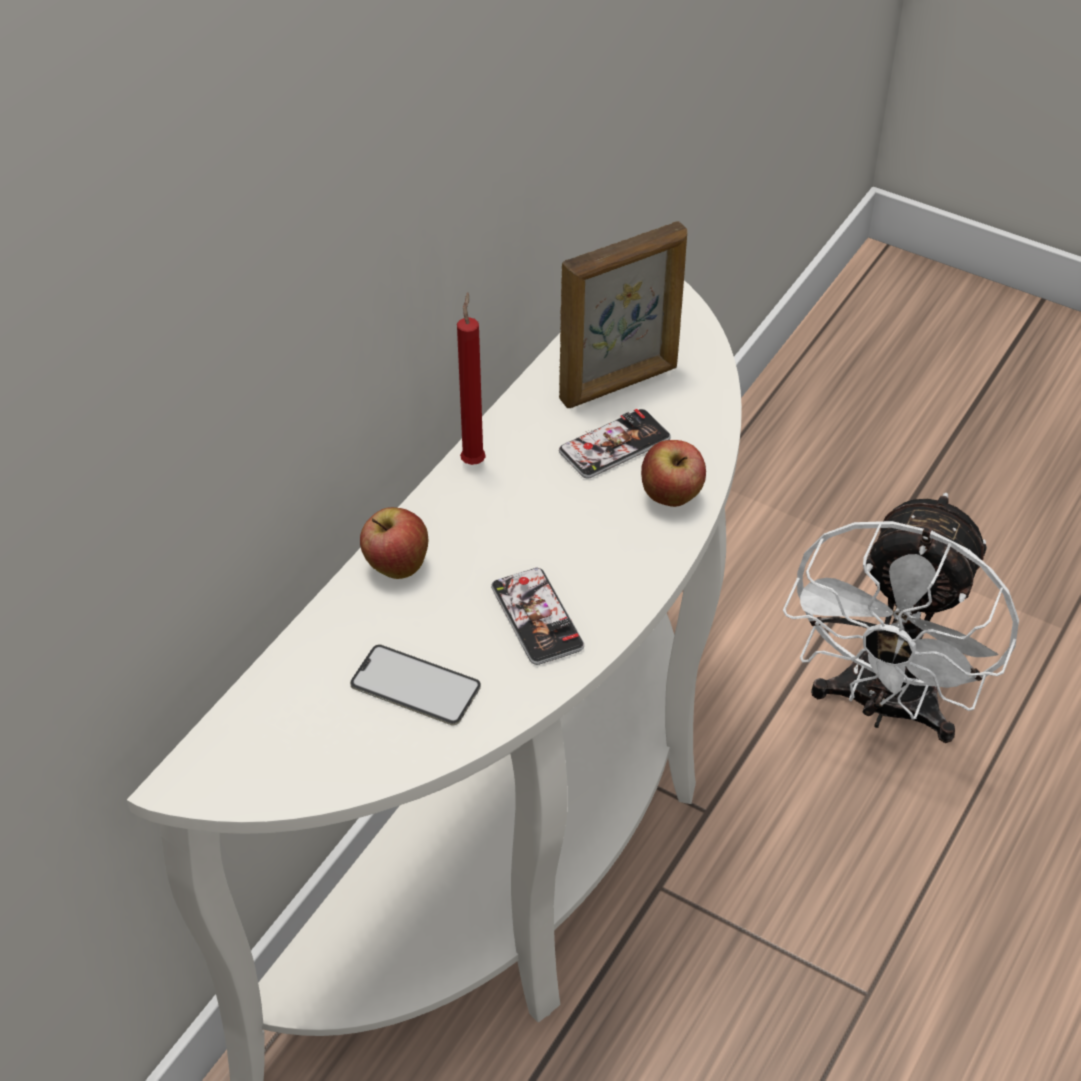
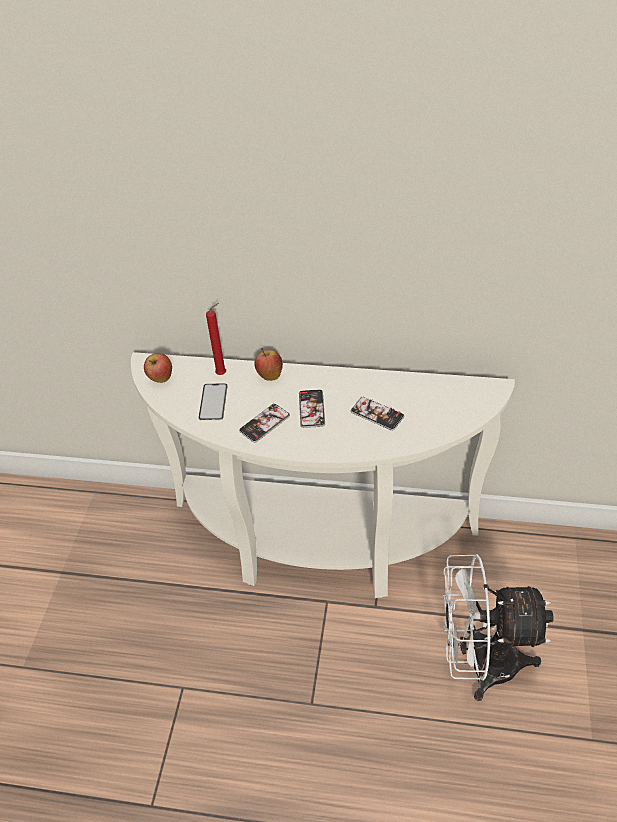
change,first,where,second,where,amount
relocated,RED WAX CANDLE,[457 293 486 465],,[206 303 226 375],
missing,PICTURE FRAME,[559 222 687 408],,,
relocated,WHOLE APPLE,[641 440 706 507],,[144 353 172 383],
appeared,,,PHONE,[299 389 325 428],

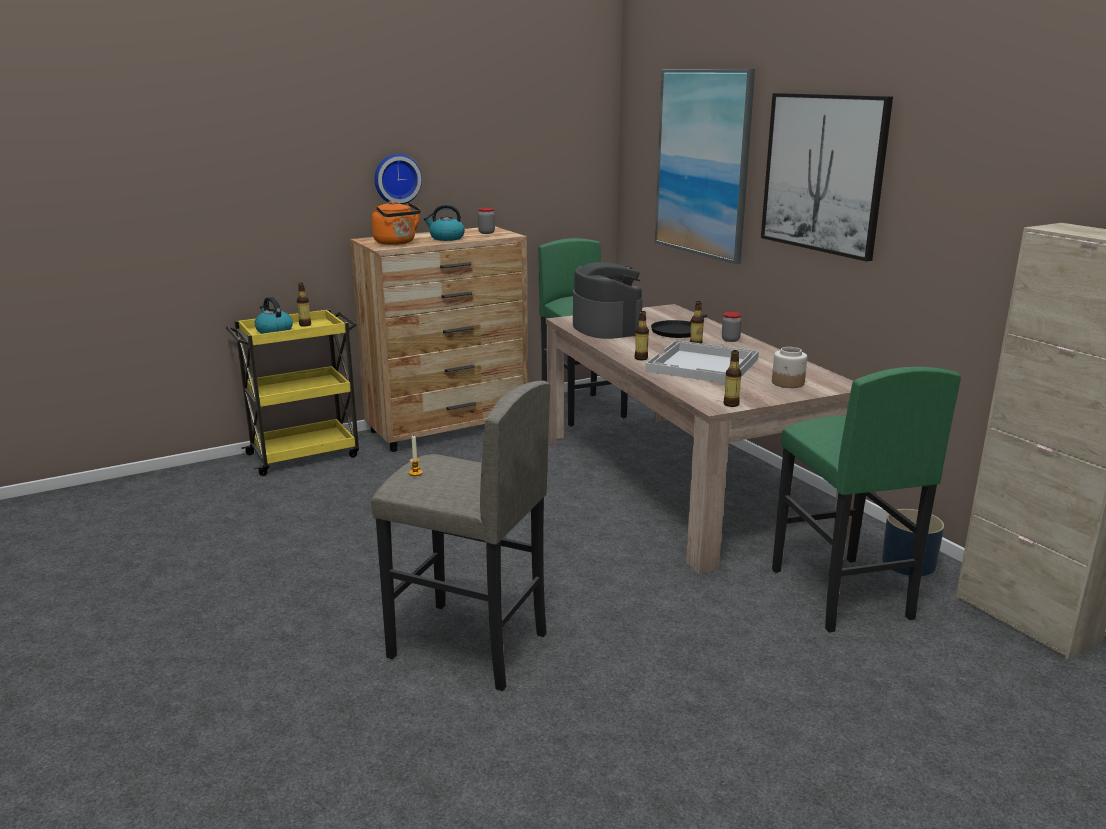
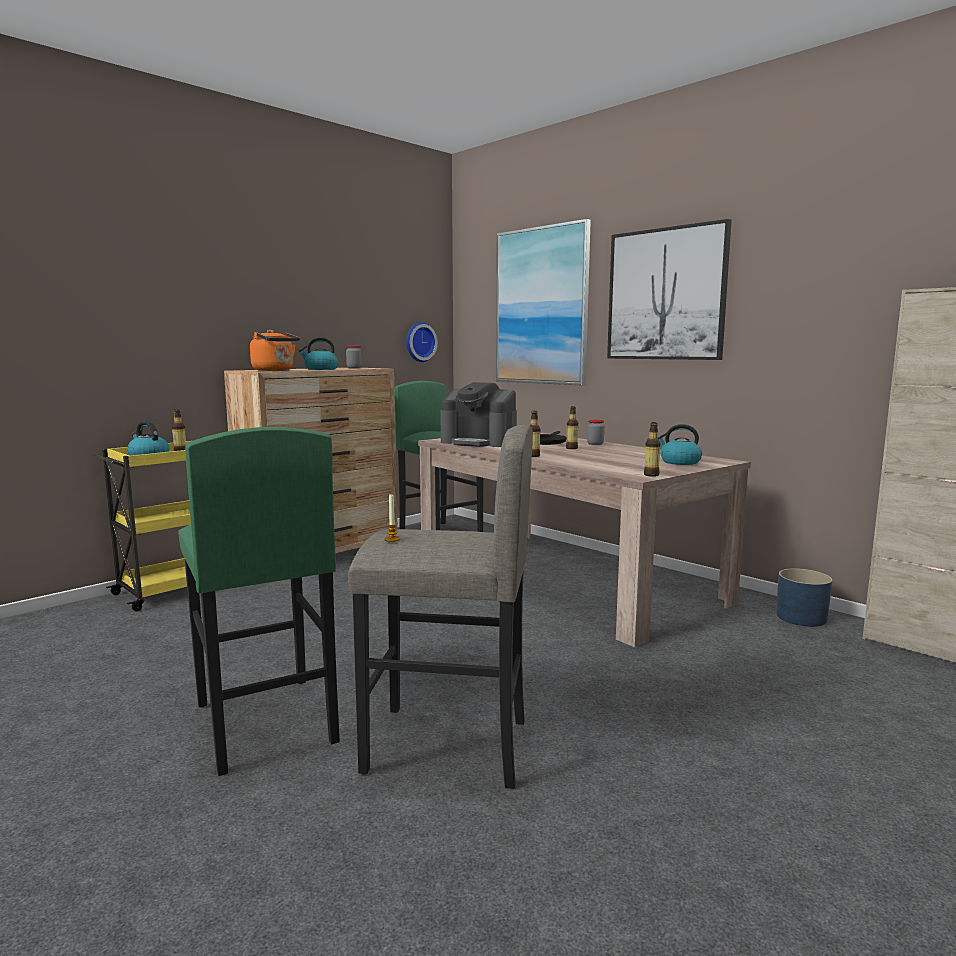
change,first,where,second,where,amount
relocated,WALL CLOCK,[374 154 422 204],,[406 322 438 362],
spun,COFFEE MAKER,[573 262 643 339],,[440 382 517 447],150 degrees clockwise
missing,WHITE TRAY,[645 340 759 383],,,
exchanged,STORAGE JAR,[772 347 807 388],TEA KETTLE,[658 424 702 465],
relocated,GREENISH STOOL SEAT,[772 367 961 632],,[178 427 340 776],

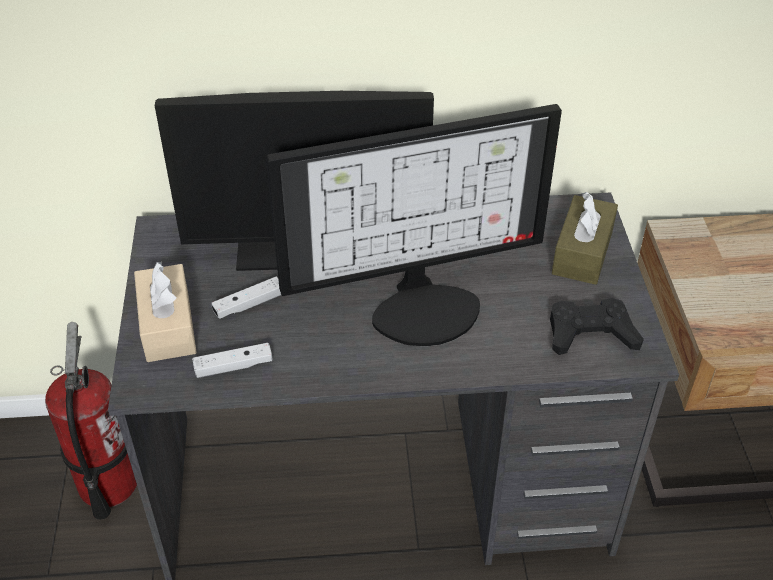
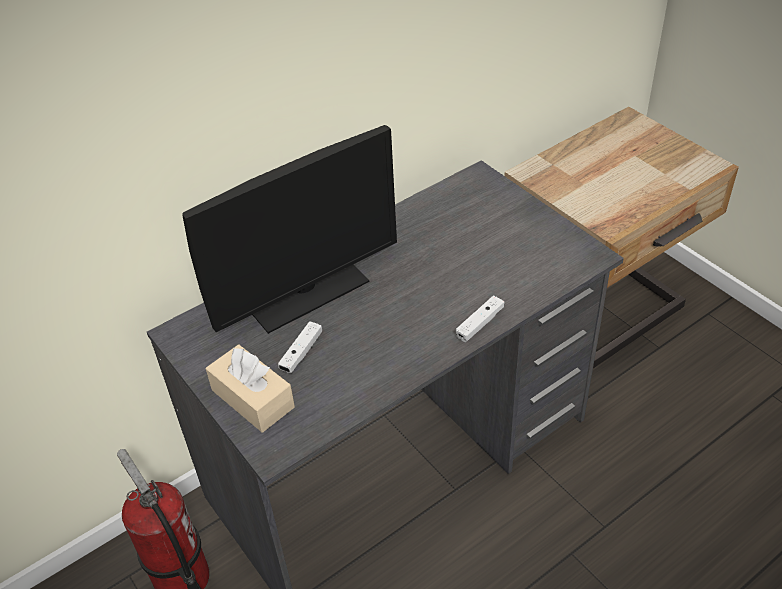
change,first,where,second,where,amount
relocated,WHITE GAME CONTROLLER,[192 343 273 378],,[455 295 504 342],
missing,COMPUTER SCREEN,[266 104 562 346],,,
missing,BLACK-COLOURED GAME CONTROLLER,[550 298 644 355],,,
missing,BROWN BOX OF TISSUES,[552 192 618 285],,,

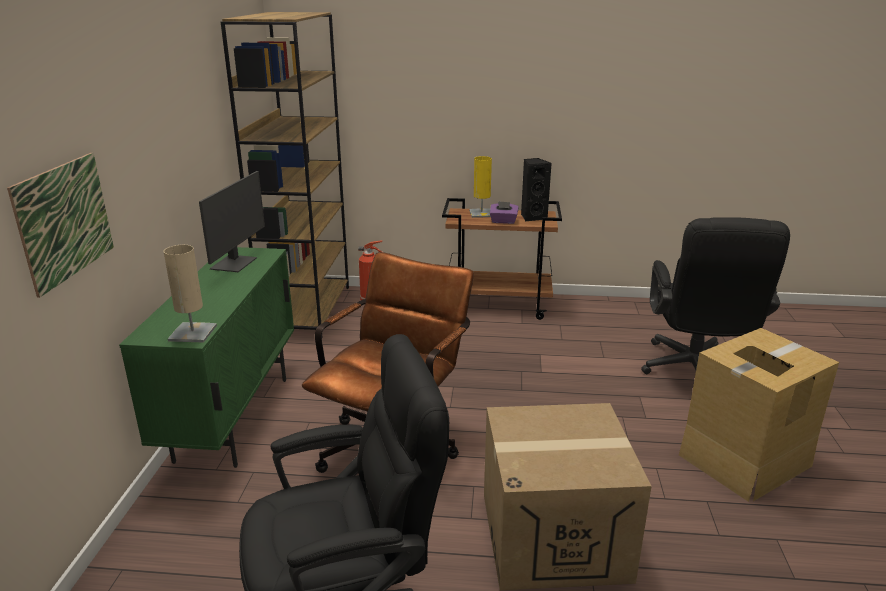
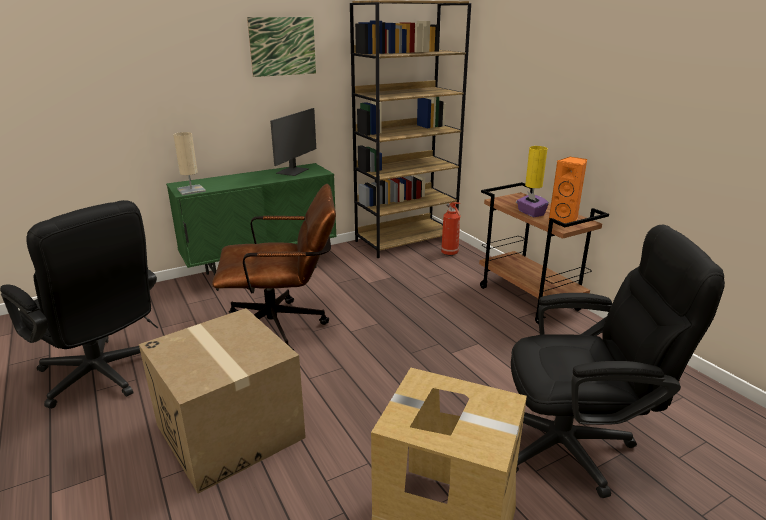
change,first,where,second,where,amount
relocated,WALL ART,[7 153 114 298],,[247 17 316 77],
spun,COMPUTER SCREEN,[199 171 265 272],,[270 108 316 176],45 degrees counterclockwise
colour,BLACK-COLOURED LOUDSPEAKER,[521 158 552 221],ORANGEY LOUDSPEAKER,[549 157 587 223],
spun,BLACK-COLOURED COMPUTER CHAIR,[641 217 790 374],,[511 224 725 498],150 degrees counterclockwise

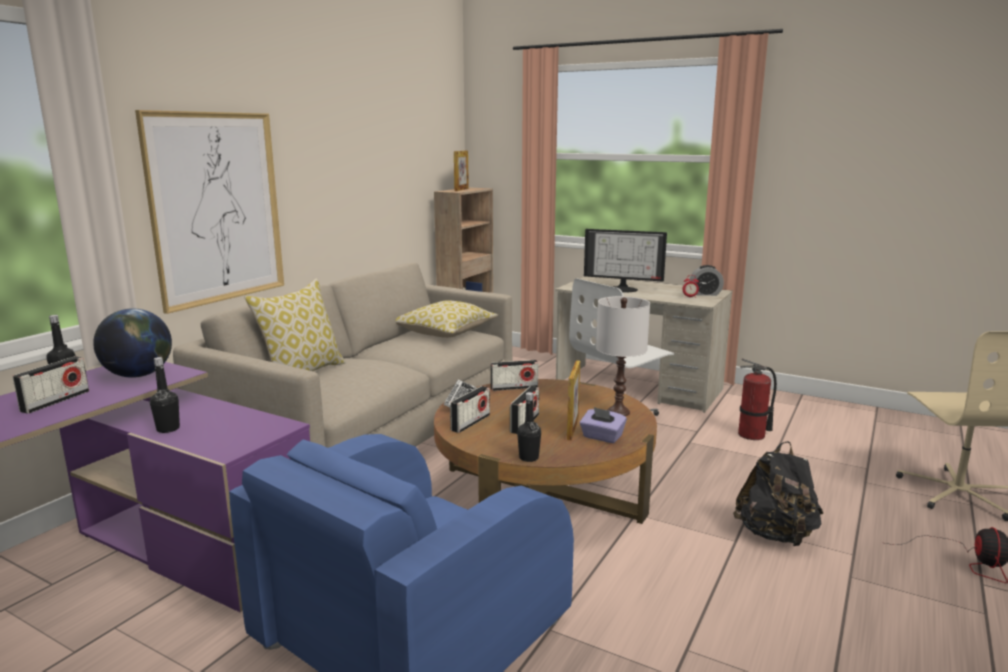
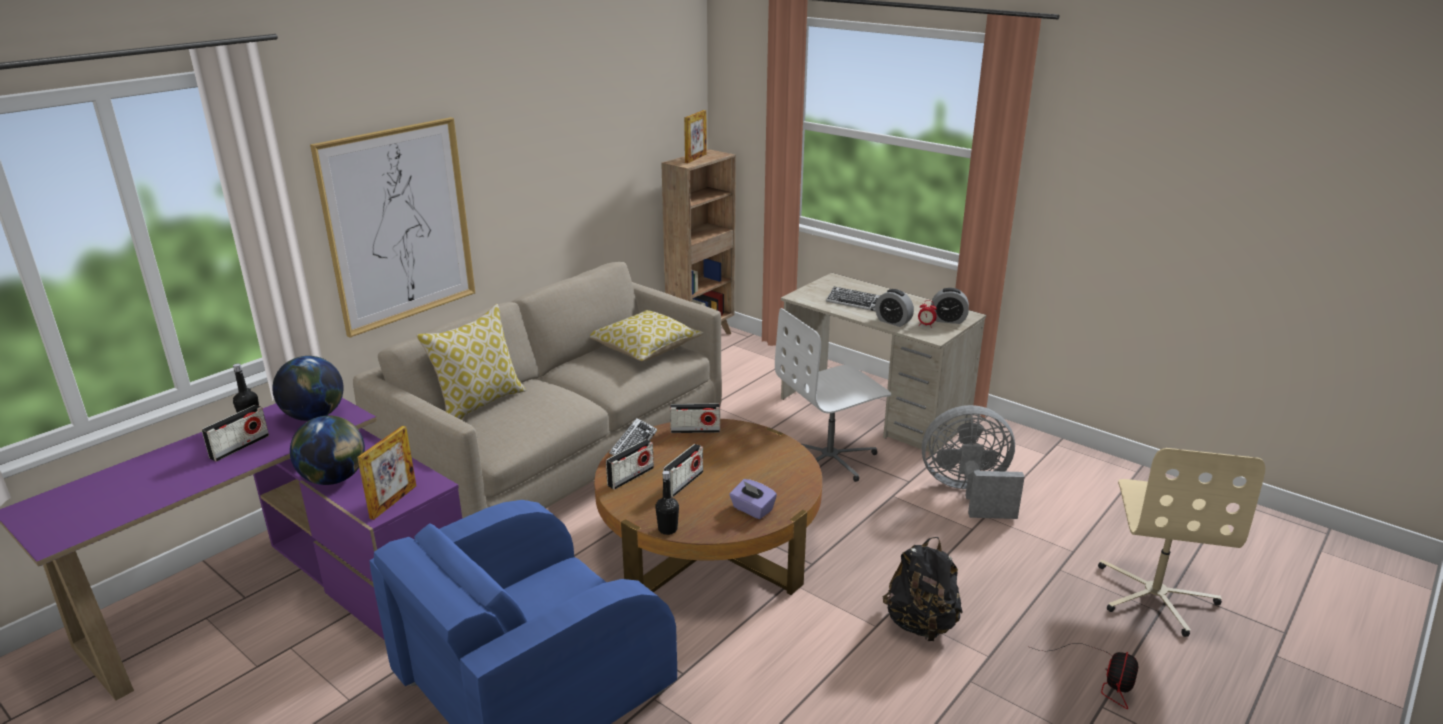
change,first,where,second,where,amount
exchanged,BLACK-COLOURED BOTTLE,[150 357 180 433],GLOBE,[290 415 365 485],
relocated,PICTURE FRAME,[567 360 580 440],,[357 426 416 520],
exchanged,COMPUTER SCREEN,[584 229 667 293],KEYBOARD,[826 287 881 311],
missing,WHITE TABLETOP LAMP,[596 296 650 416],,,
exchanged,FIRE-FIGHTING CYLINDER,[738 358 777 440],GREYISH FAN,[922 405 1025 519],
appeared,,,TABLE CLOCK,[875 289 914 327],

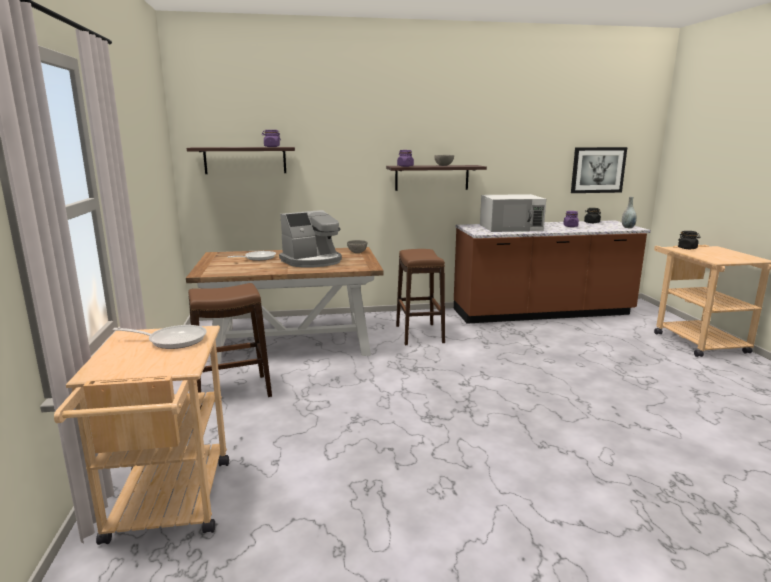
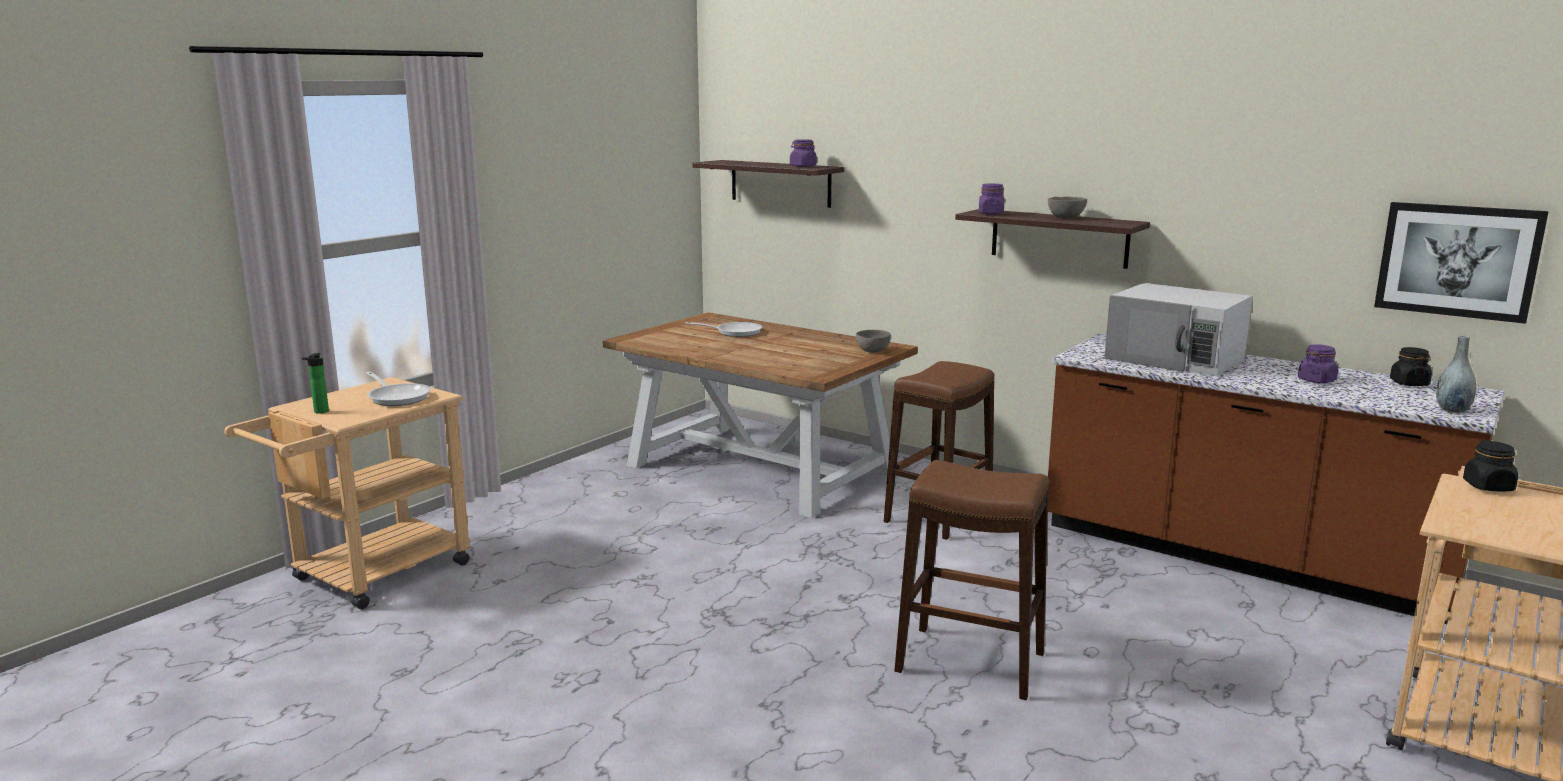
change,first,where,second,where,amount
relocated,BROWN STOOL SEAT,[188 283 272 409],,[894 460 1049 700],
missing,COFFEE MAKER,[279 210 342 268],,,
appeared,,,BOTTLE,[302 353 329 414],

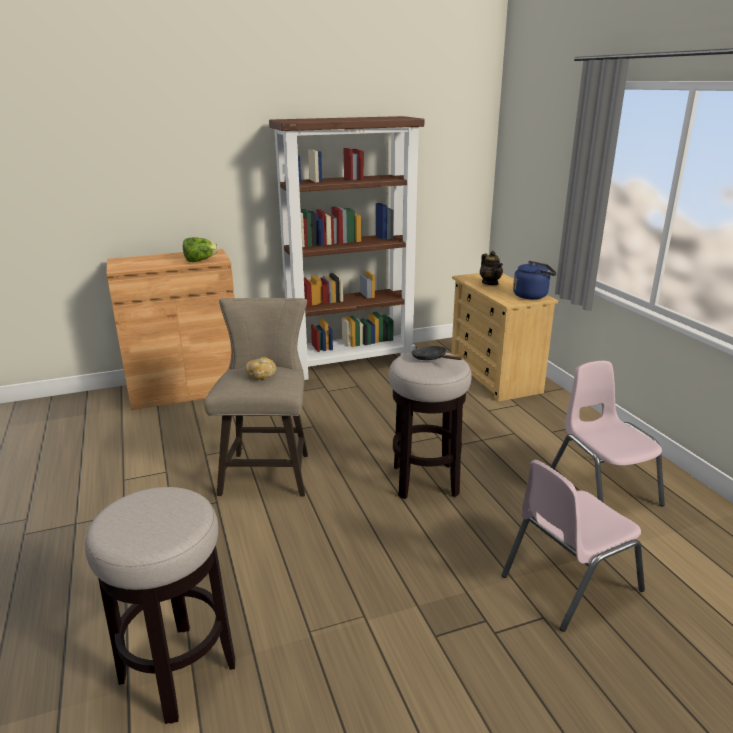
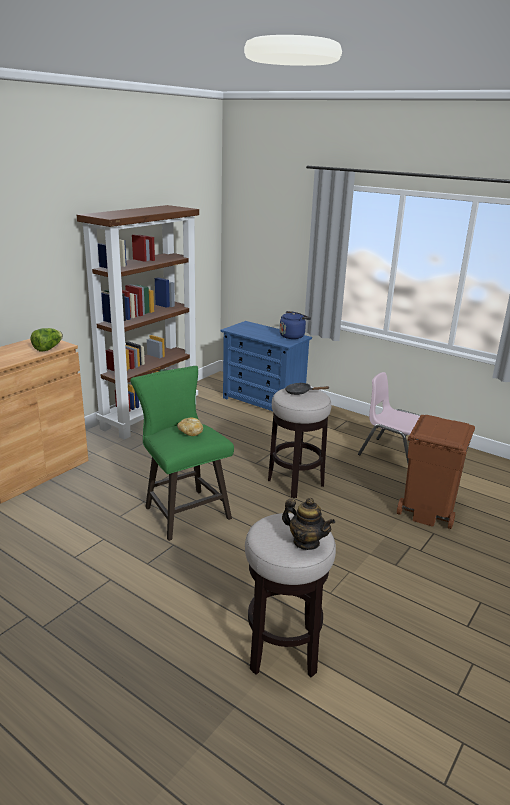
change,first,where,second,where,amount
colour,BEIGE STOOL SEAT,[204 298 308 497],GREENISH STOOL SEAT,[130 366 234 541],
colour,BEIGE CHEST OF DRAWERS,[451 273 558 402],BLUE CHEST OF DRAWERS,[221 321 312 411],
relocated,TEAPOT,[480 251 503 285],,[282 498 335 550],
exchanged,PINK-COLOURED UPRIGHT CHAIR,[502 460 645 632],BROWN RUBBISH BIN,[397 415 475 529],

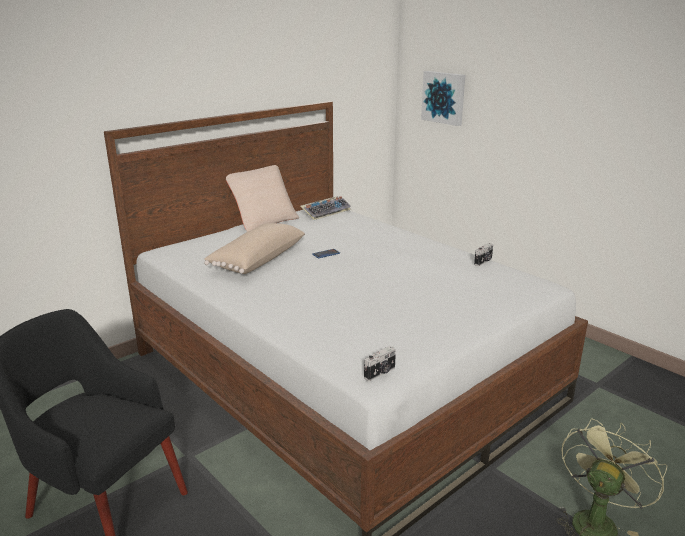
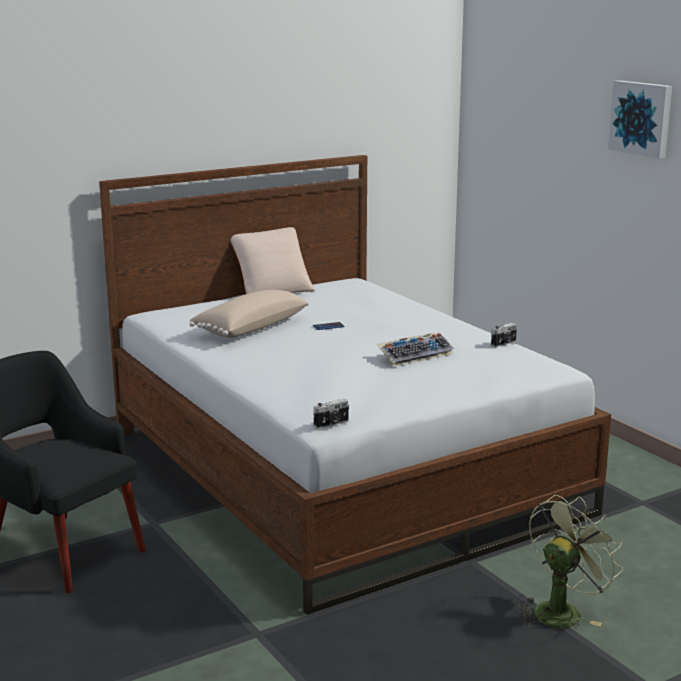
change,first,where,second,where,amount
relocated,KEYBOARD,[300 196 351 220],,[377 333 454 367],
relocated,WALL ART,[421 71 465 126],,[608 80 672 159],

